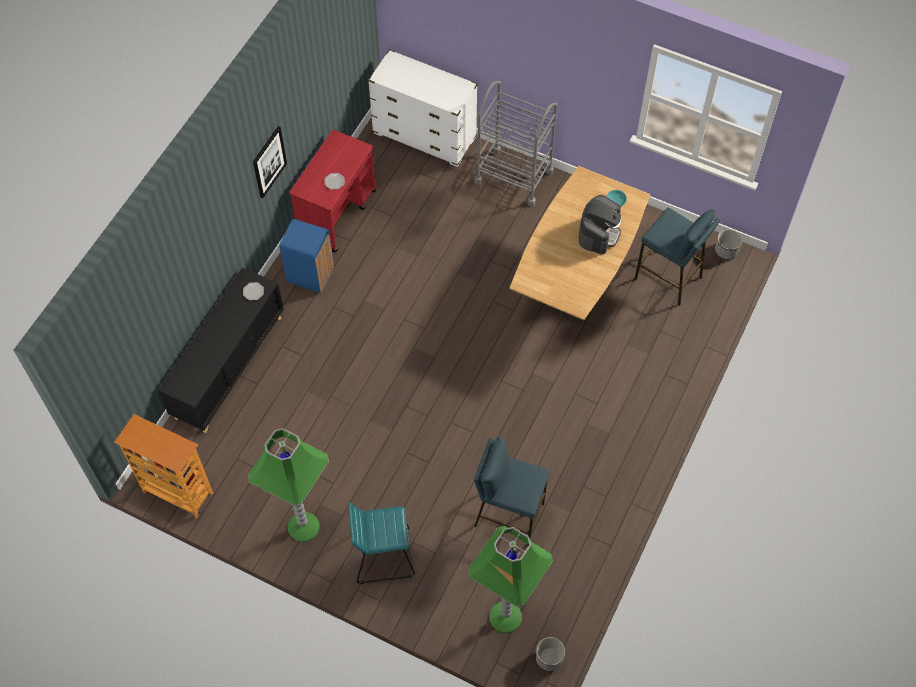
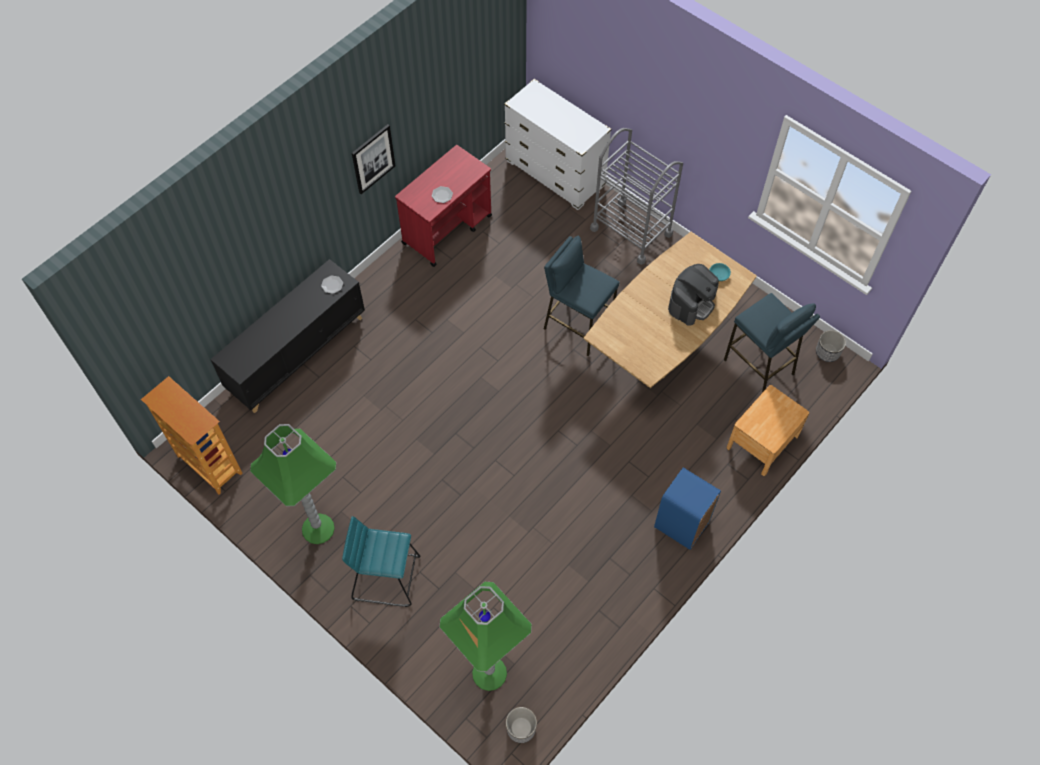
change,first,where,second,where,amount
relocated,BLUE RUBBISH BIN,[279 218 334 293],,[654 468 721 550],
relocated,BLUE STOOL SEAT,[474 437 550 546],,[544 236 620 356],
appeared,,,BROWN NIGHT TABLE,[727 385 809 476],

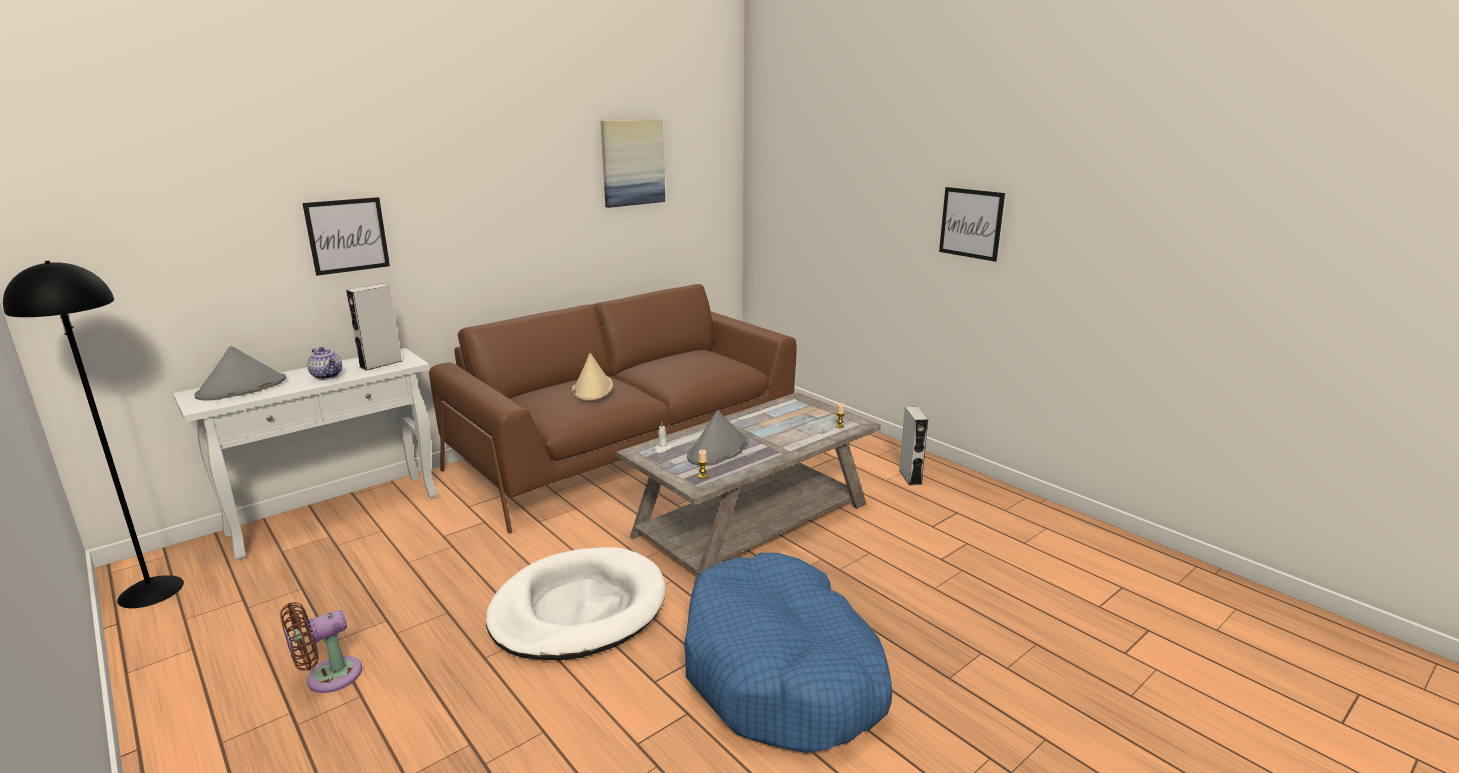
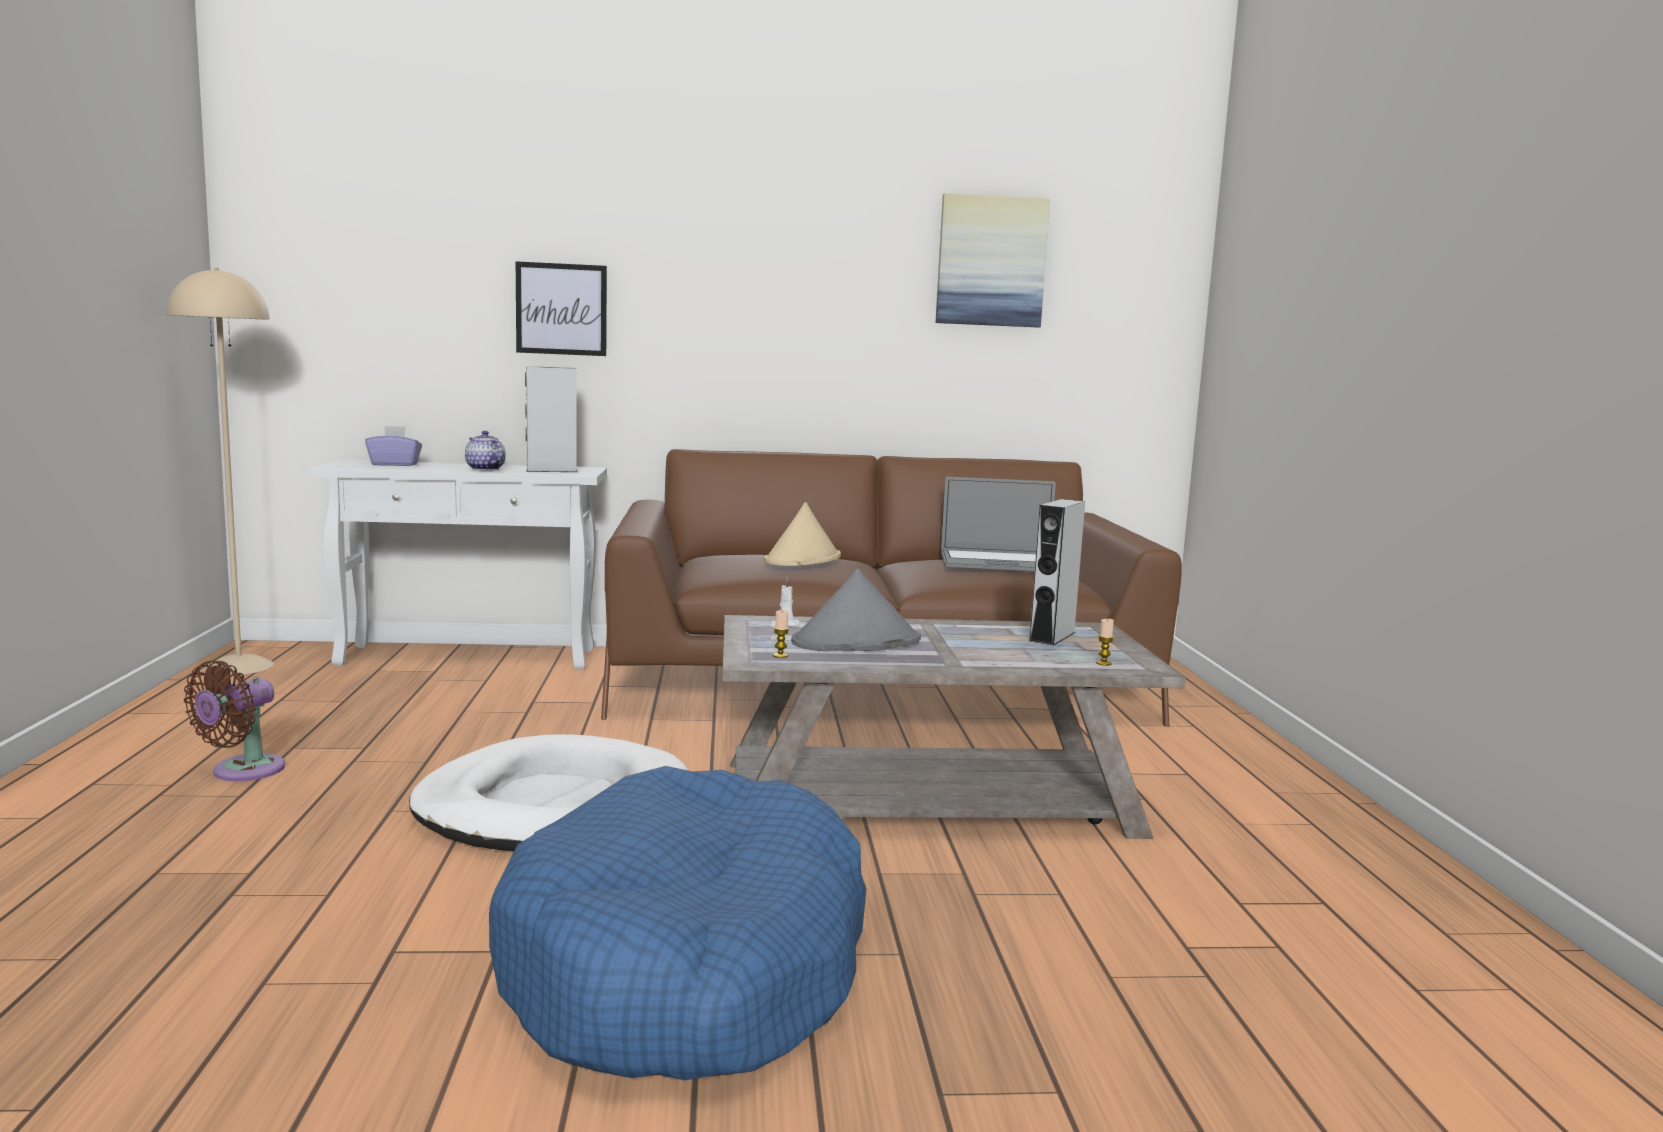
change,first,where,second,where,amount
colour,BLACK-COLOURED STANDARD LAMP,[3 261 184 608],BEIGE STANDARD LAMP,[167 268 274 675],
exchanged,GREYISH CLOTHING HAT,[194 346 286 401],PURPLE-COLOURED BOX OF TISSUES,[365 426 422 466],
spun,BROWN FAN,[280 602 362 693],,[184 660 285 781],60 degrees counterclockwise
spun,TEAPOT,[307 347 342 379],,[465 431 506 471],150 degrees clockwise
relocated,GREYISH LOUDSPEAKER,[899 407 928 485],,[1029 499 1085 645],
missing,WALL ART,[939 187 1005 262],,,
appeared,,,LAPTOP,[941 477 1056 571],

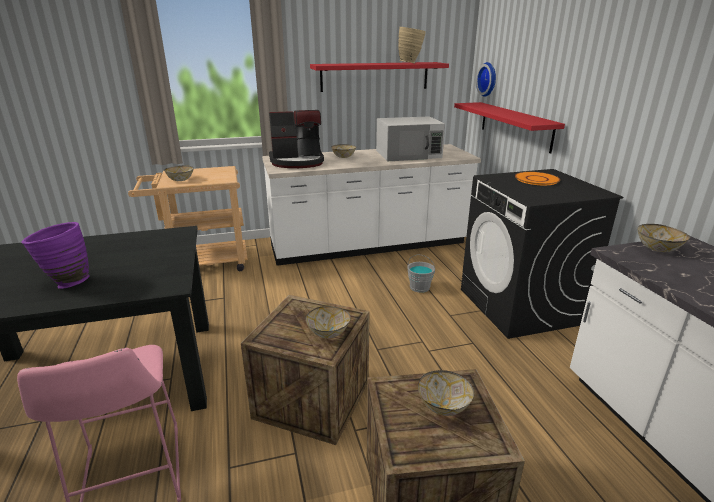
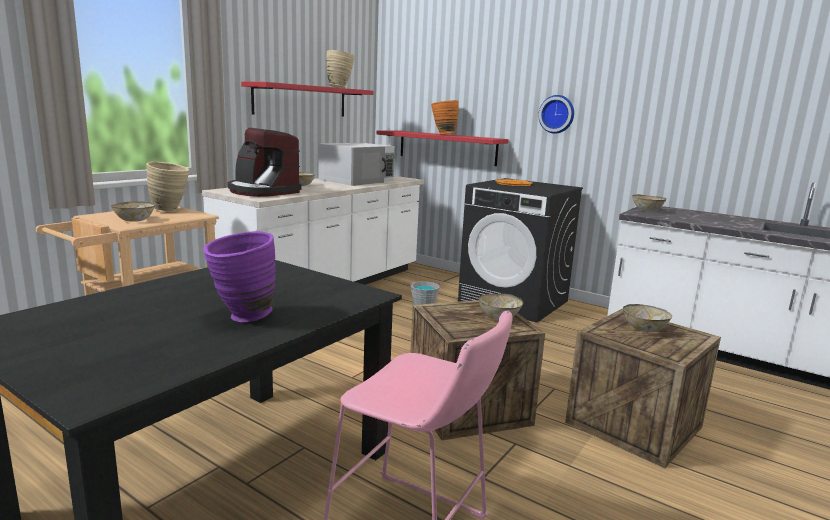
change,first,where,second,where,amount
spun,COFFEE MAKER,[269 110 324 168],,[228 128 302 197],90 degrees clockwise
relocated,WALL CLOCK,[476 62 496 97],,[538 95 574 134],
appeared,,,BEIGE VASE,[146 162 189 212],
appeared,,,ORANGEY VASE,[431 100 459 135],

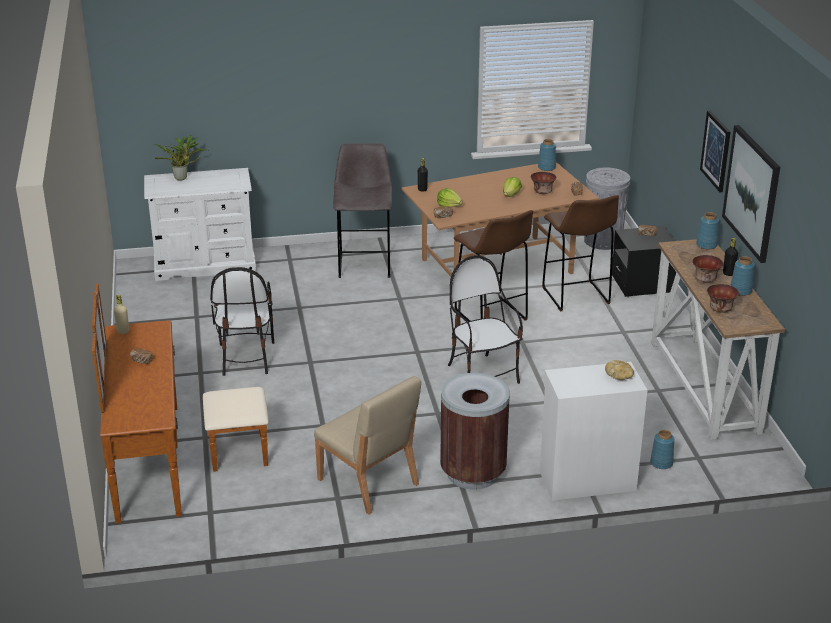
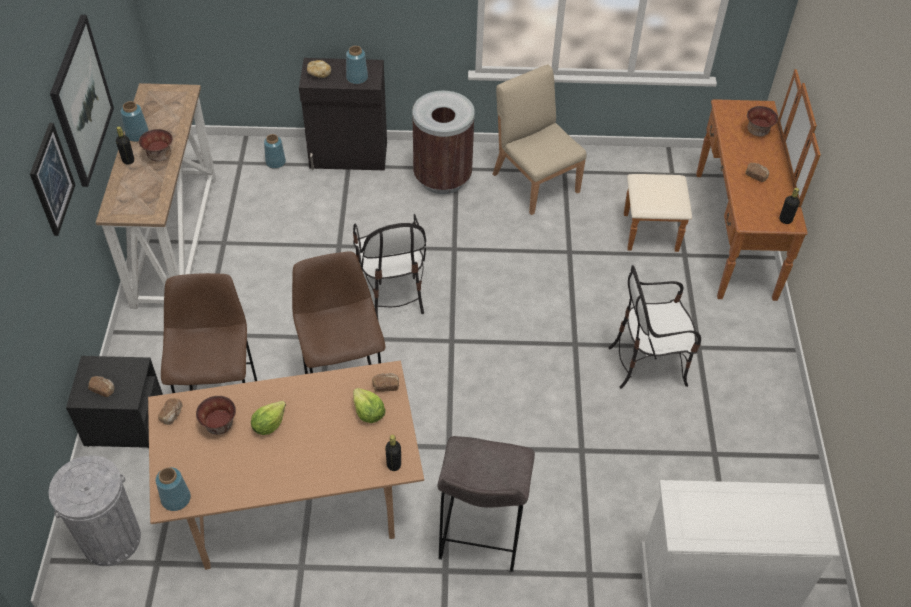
change,first,where,second,where,amount
colour,BEIGE BOTTLE,[114 295 129 334],BLACK-COLOURED BOTTLE,[779 188 800 224],
missing,PLANT IN A POT,[154 135 208 180],,,
spun,UPRIGHT CHAIR,[210 267 275 376],,[608 265 701 388],105 degrees counterclockwise
colour,WHITE CUPBOARD,[540 362 647 501],BLACK-COLOURED CUPBOARD,[299 58 387 170],
relocated,BLUE VASE,[696 212 719 249],,[346 46 368 84],
relocated,BOWL,[707 284 739 313],,[747 106 778 136],

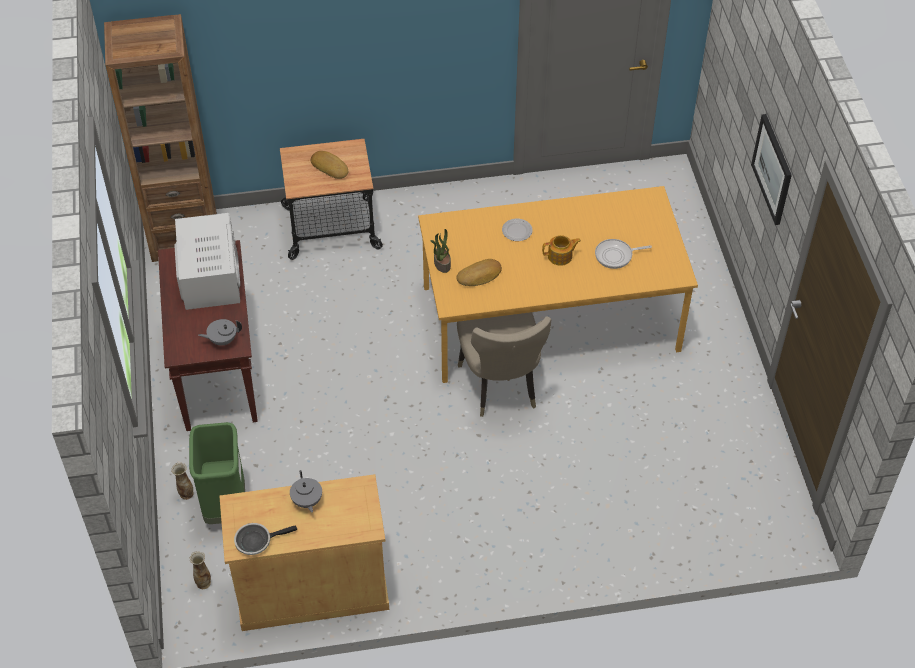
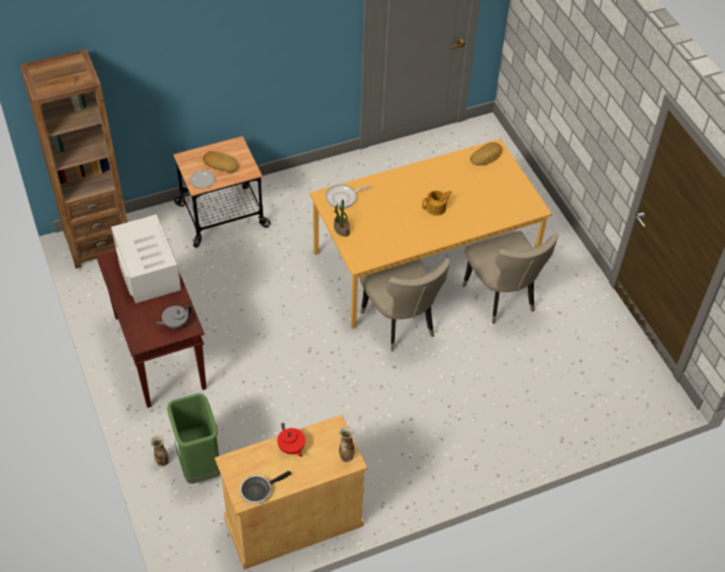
change,first,where,second,where,amount
relocated,VASE,[190 551 211 589],,[339 426 355 462],
colour,GREYISH TEAPOT,[290 470 322 512],RED TEAPOT,[277 423 305 457],
relocated,BAKED BREAD,[456 259 502 286],,[470 142 502 166],
relocated,DINNER PLATE,[502 219 533 241],,[190 170 215 189],
relocated,SKILLET,[595 239 652 269],,[326 184 371 209],
missing,WALL ART,[751 114 792 225],,,
appeared,,,BEIGE UPRIGHT CHAIR,[462 231 559 324],

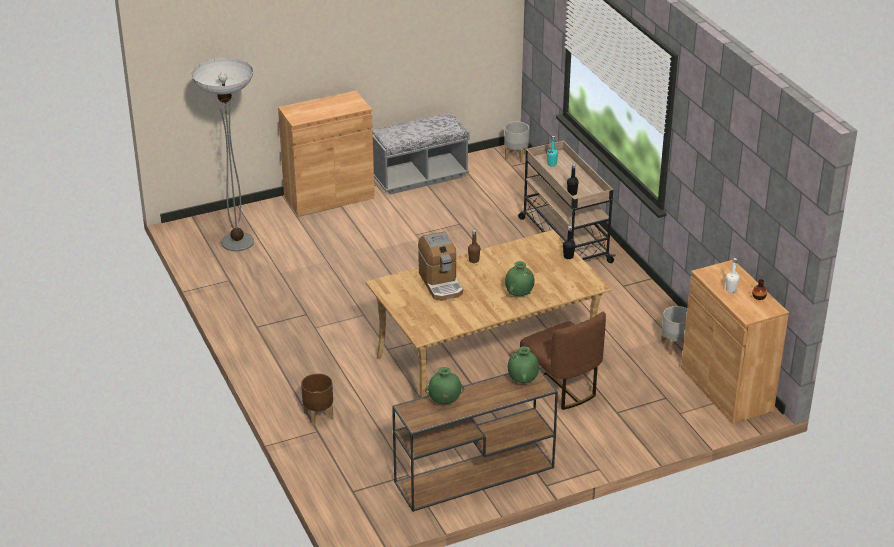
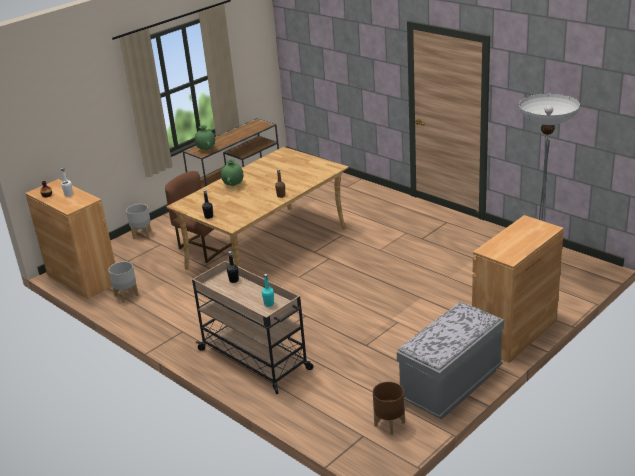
change,first,where,second,where,amount
relocated,BROWN FLOWER POT,[301 373 333 426],,[373 381 405 435],
missing,COFFEE MAKER,[418 232 463 301],,,
missing,GREENISH VASE,[425 367 464 404],,,
relocated,GREYISH FLOWER POT,[504 122 529 162],,[126 204 151 239],

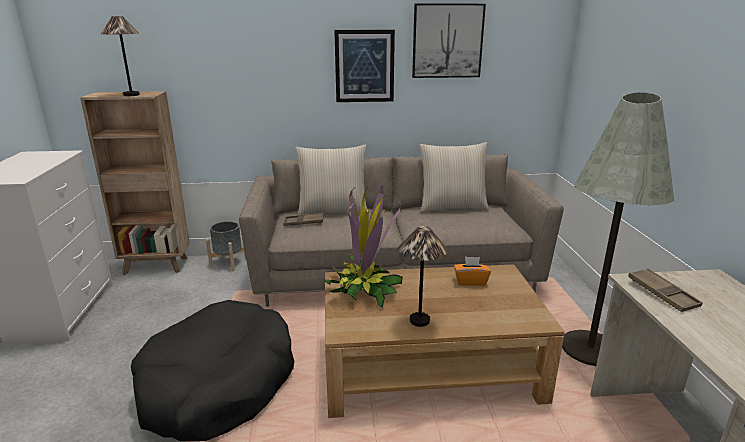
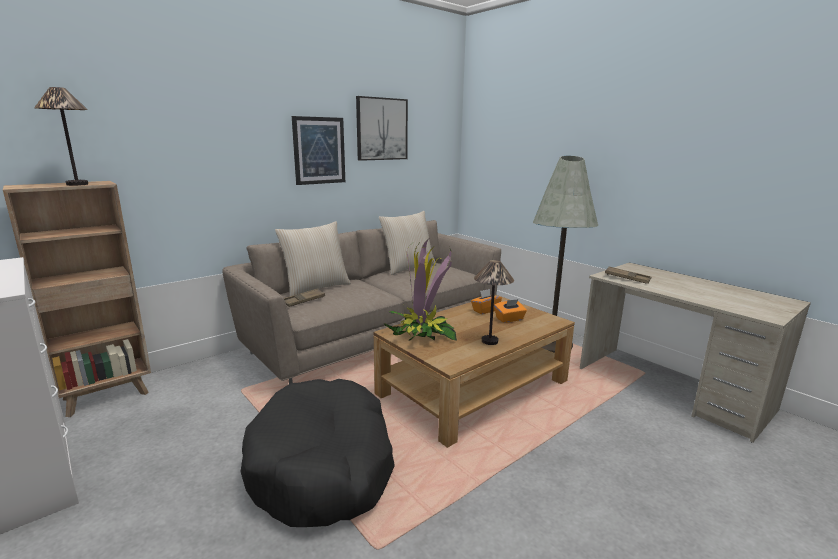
change,first,where,second,where,amount
missing,GREYISH FLOWER POT,[206 221 246 271],,,
appeared,,,ORANGEY BOX OF TISSUES,[494 299 527 323],

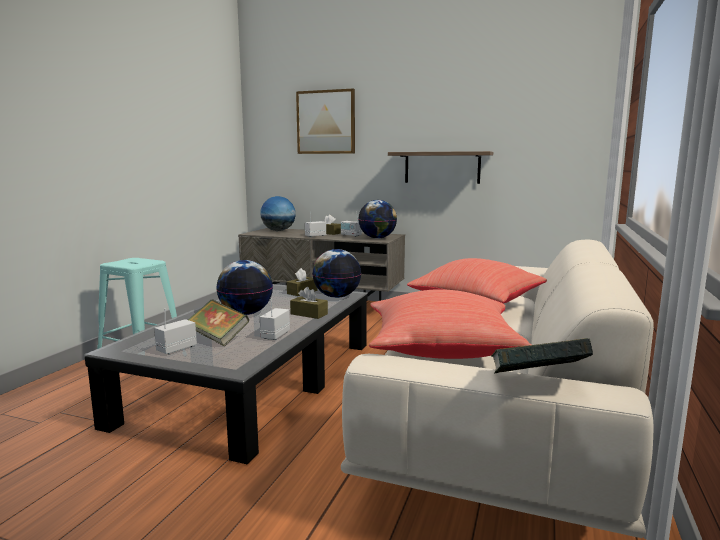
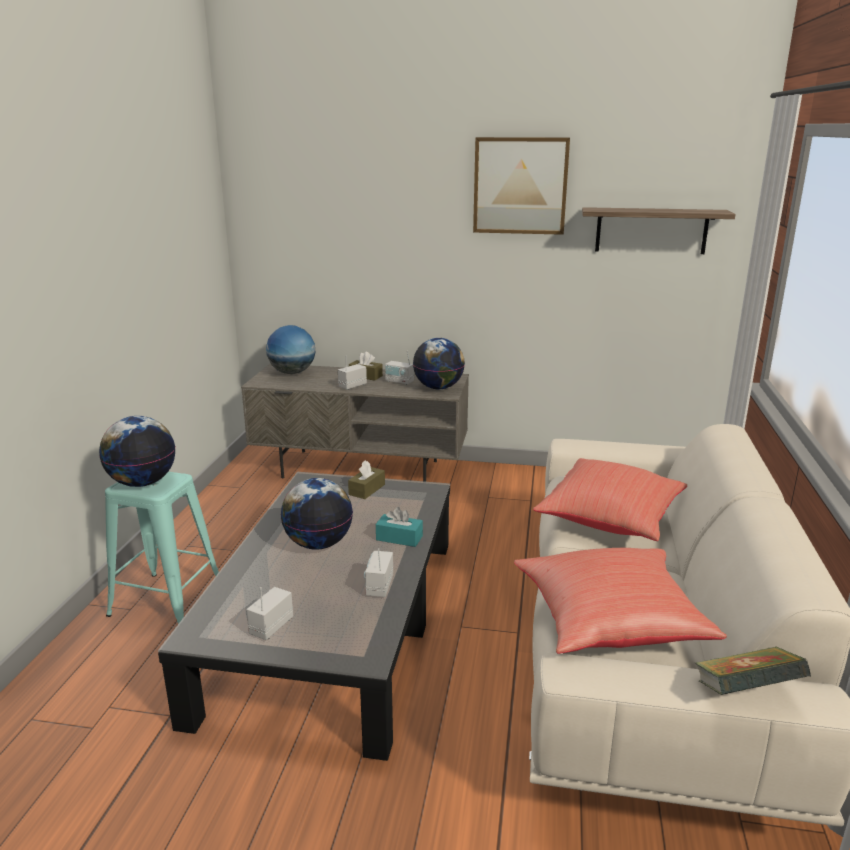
change,first,where,second,where,amount
missing,VOLUME,[188 299 249 346],,,
colour,BROWN BOX OF TISSUES,[290 287 328 319],TURQUOISE BOX OF TISSUES,[376 507 423 547],
relocated,WALL ART,[296 89 355 154],,[473 137 570 235],
relocated,GLOBE,[312 249 361 298],,[99 416 175 487],
relocated,SHELF,[388 151 493 184],,[582 207 735 254],

